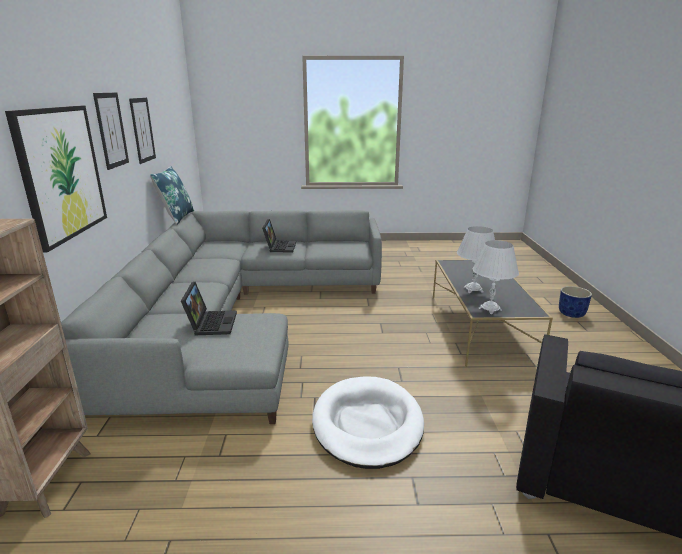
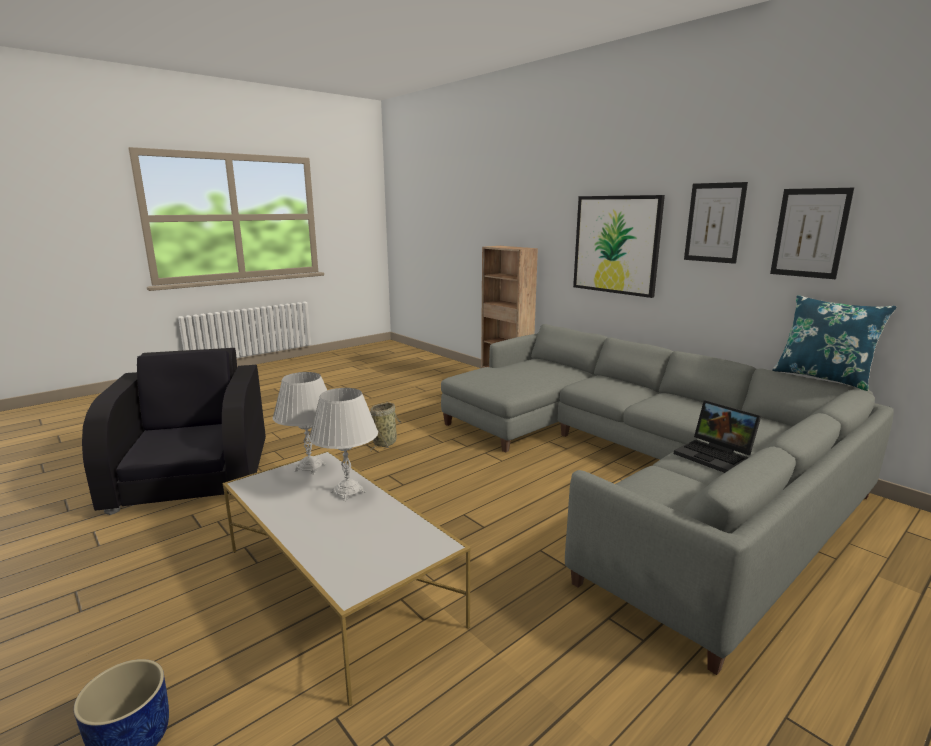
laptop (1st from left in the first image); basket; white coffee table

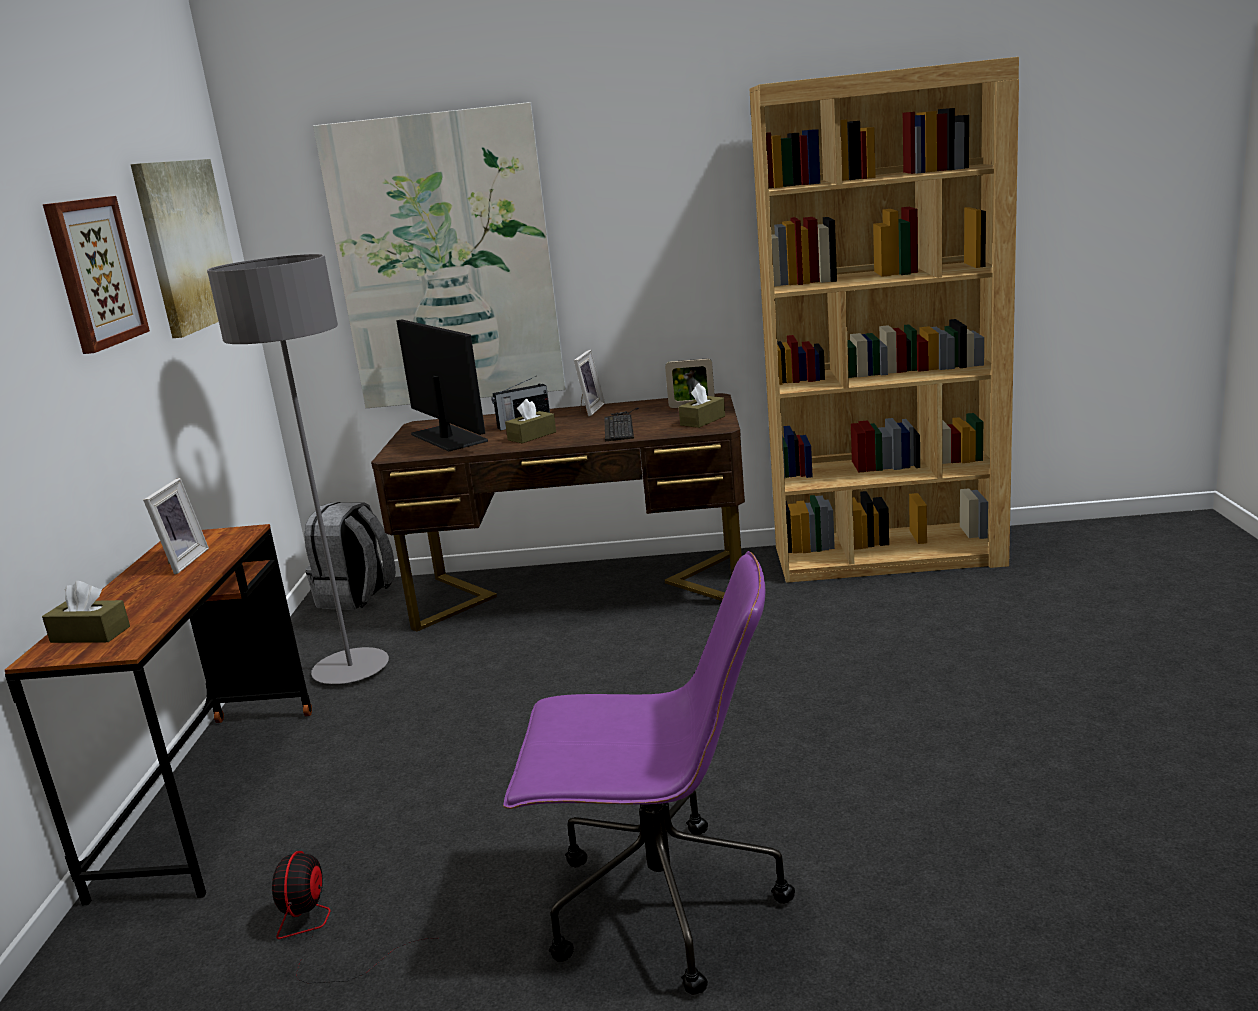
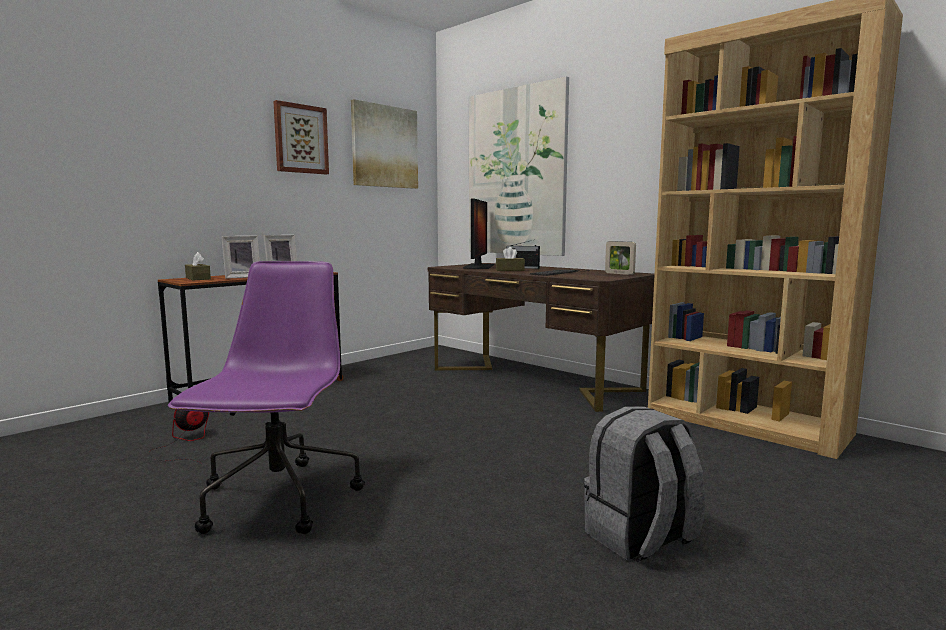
grey floor lamp; grey backpack; purple office chair; picture frame (1st from left); brown tissue box (3rd from left in the first image)

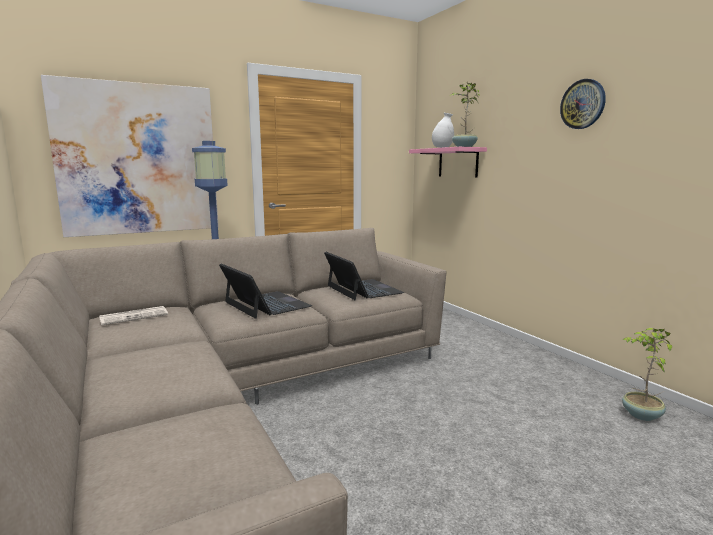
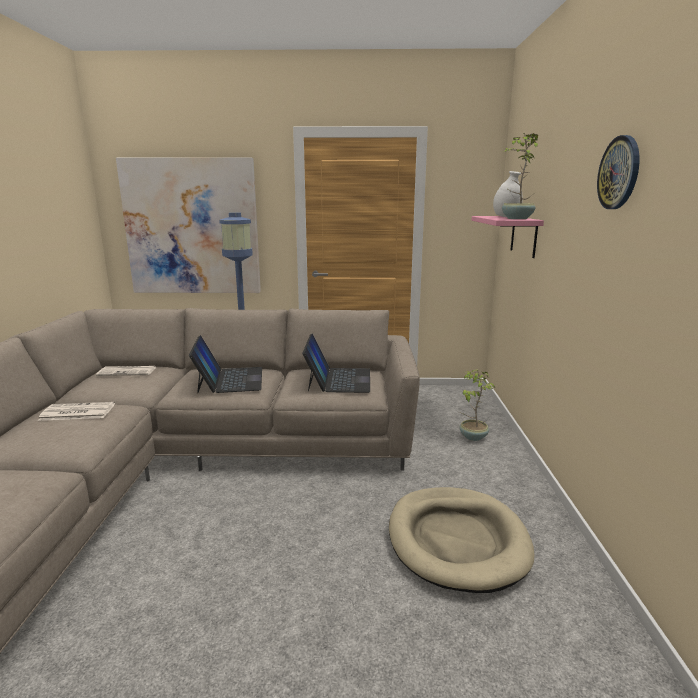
potted plant (1st from left); newspaper (1st from left); beige dog bed

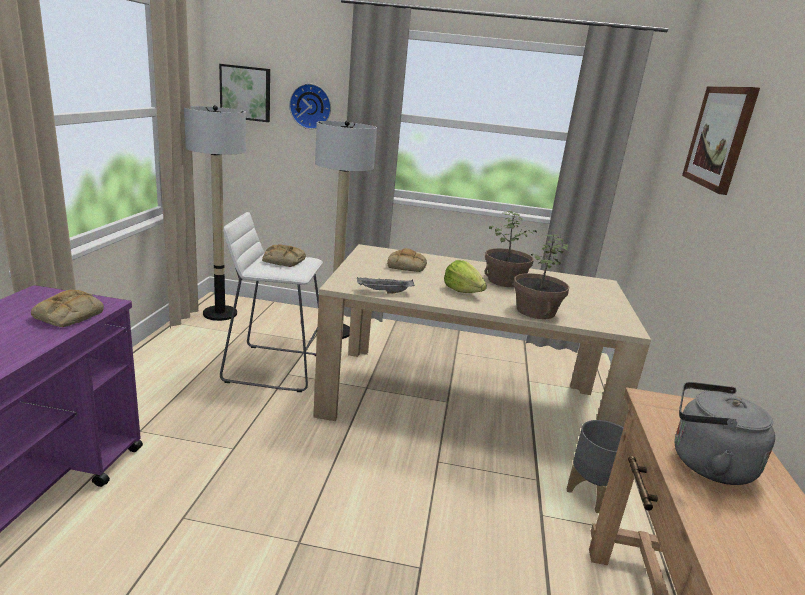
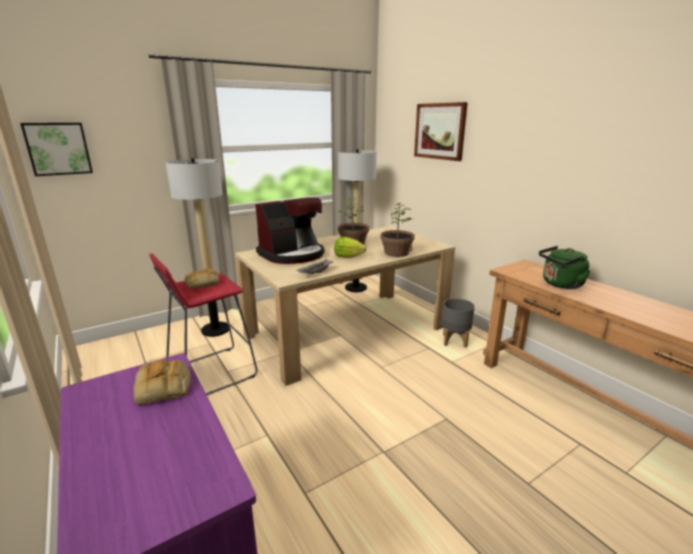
floor lamp (2nd from left); red stool; wall clock; coffee machine; green kettle

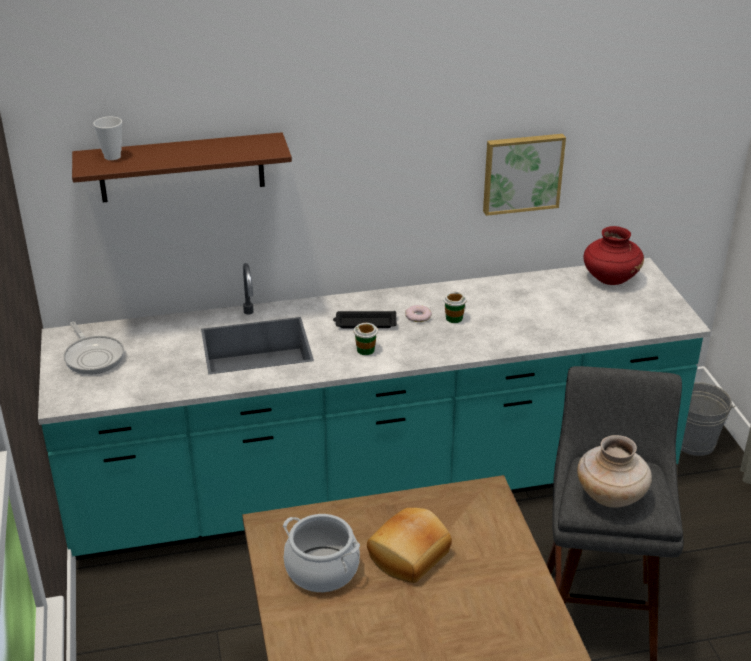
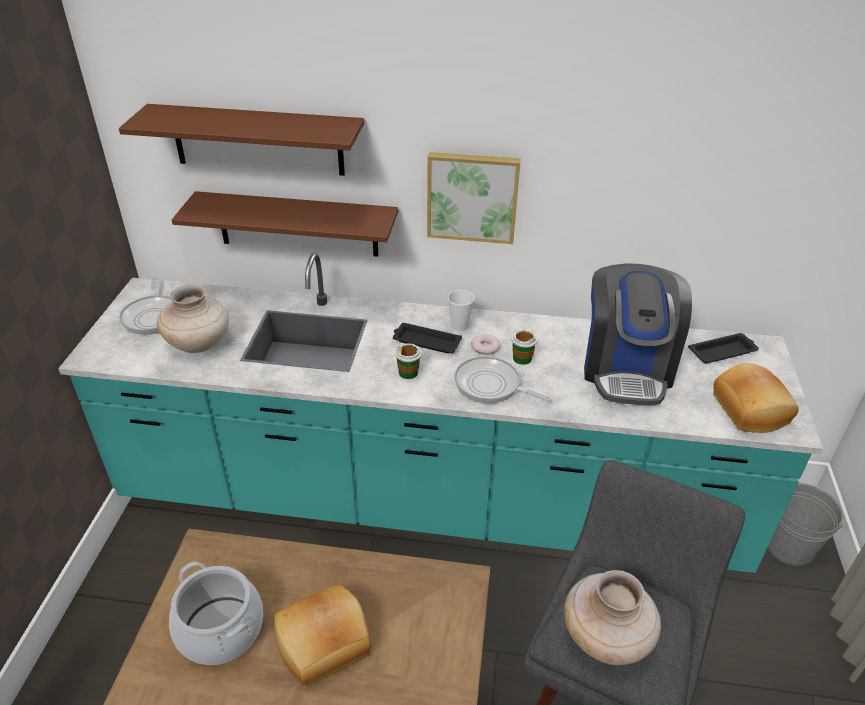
cup (2nd from left); picture; black tray (2nd from left); beige vase (1st from left); brown shelf (2nd from left); frying pan (2nd from left); coffee machine; bread (2nd from left)

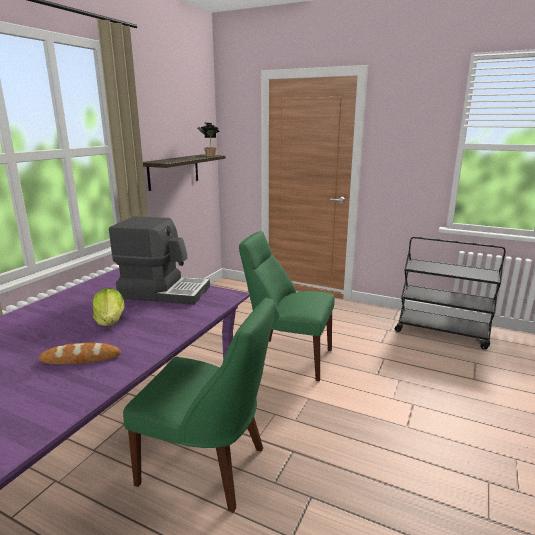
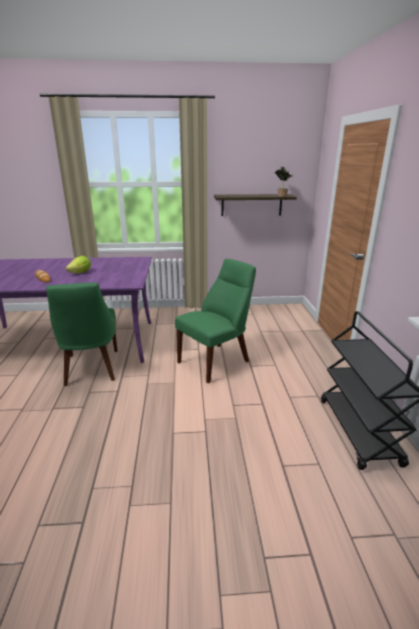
coffee machine; green chair (2nd from left)

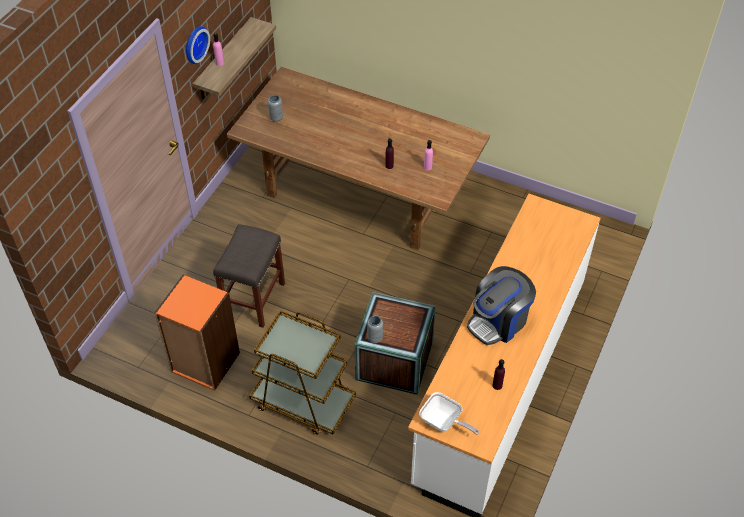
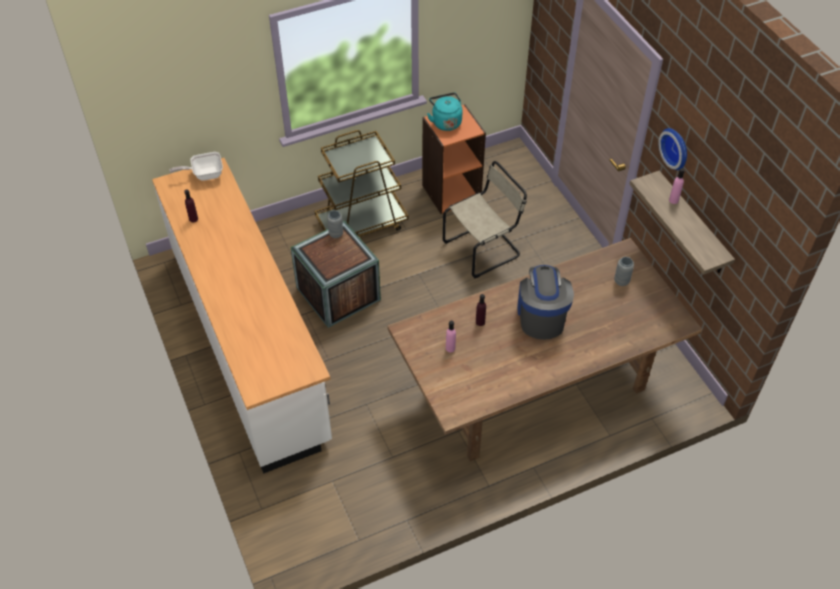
beige chair; coffee machine; turquoise kettle

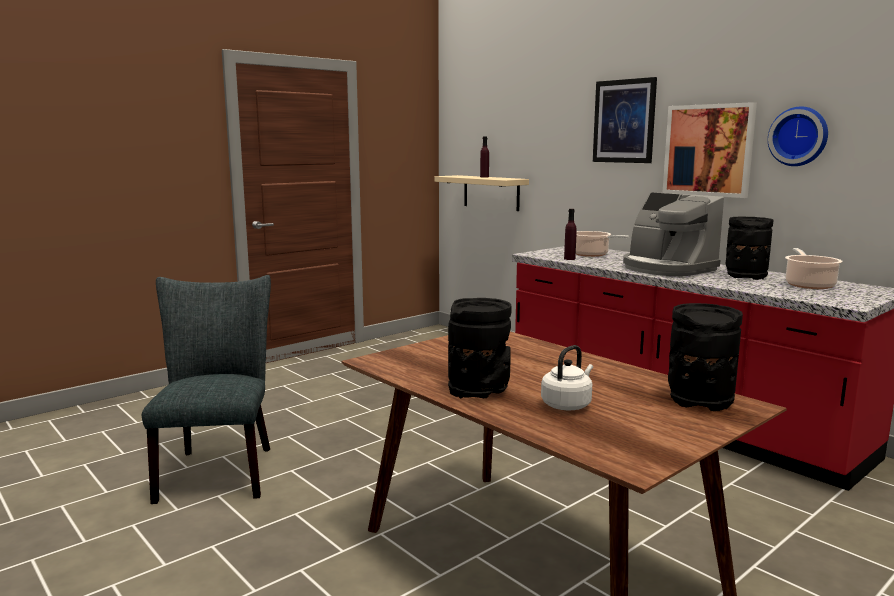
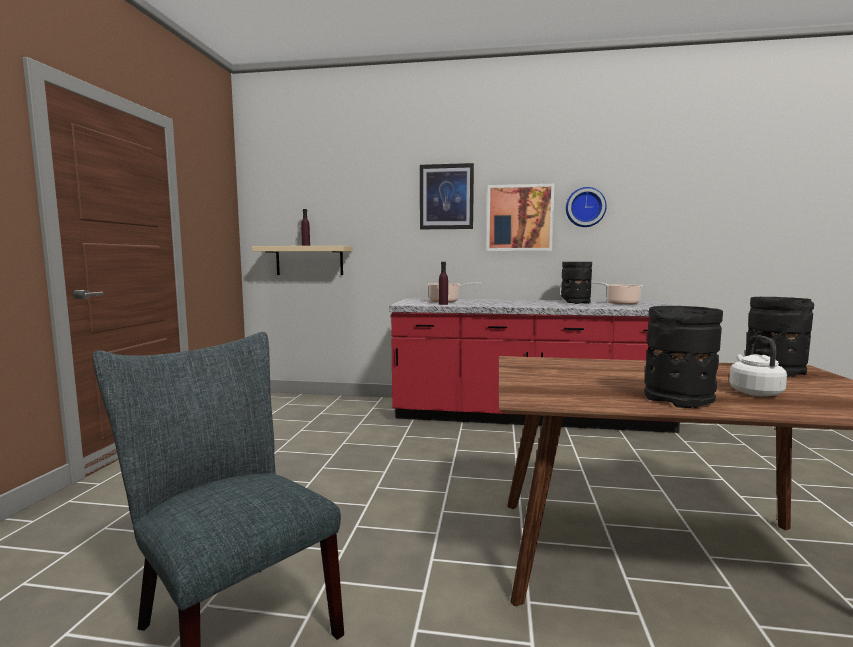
coffee machine

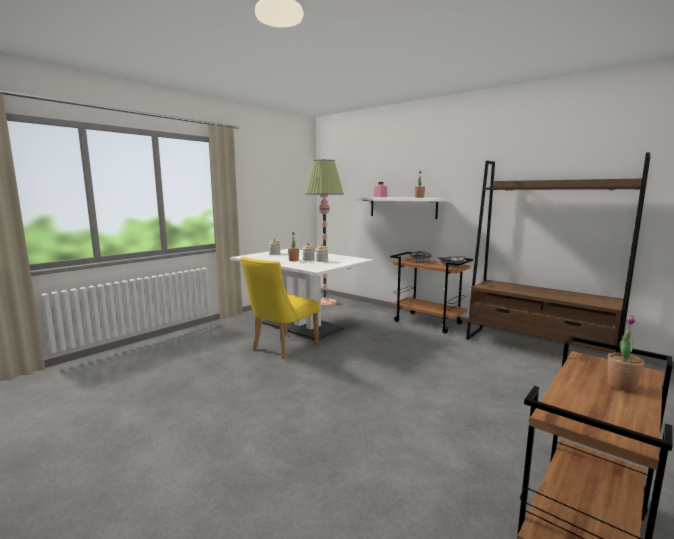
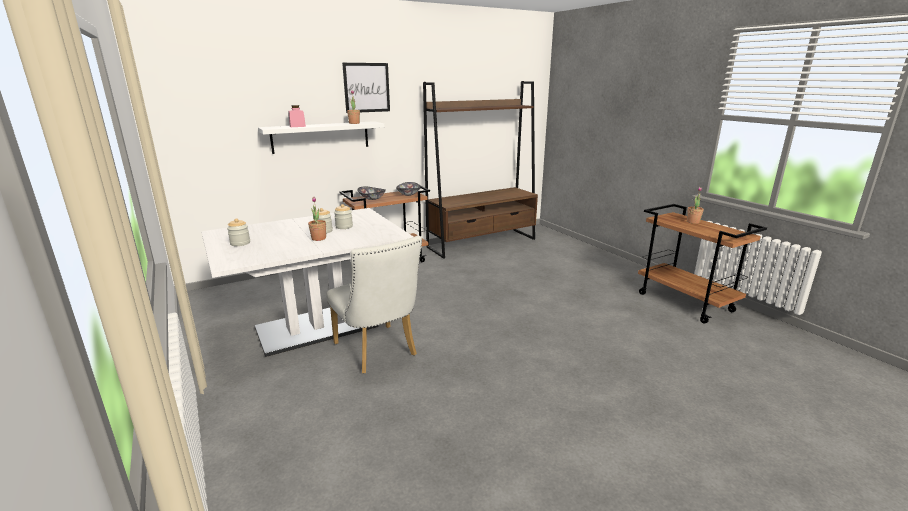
white chair; floor lamp; picture

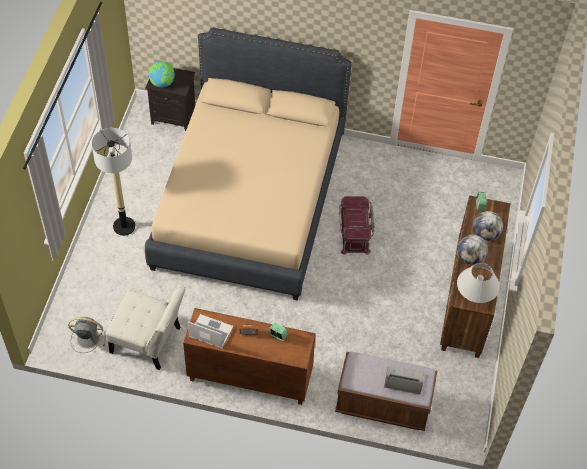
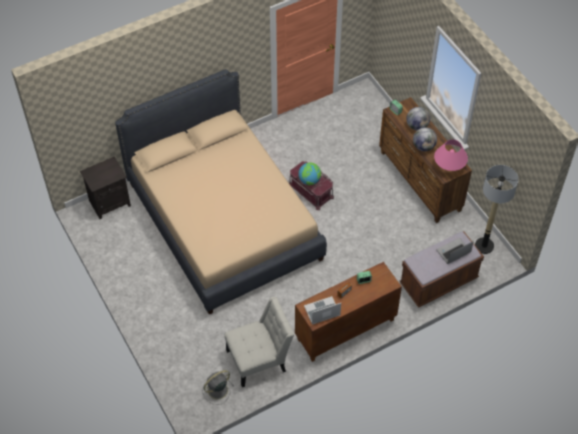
floor lamp; globe (1st from left); pink table lamp

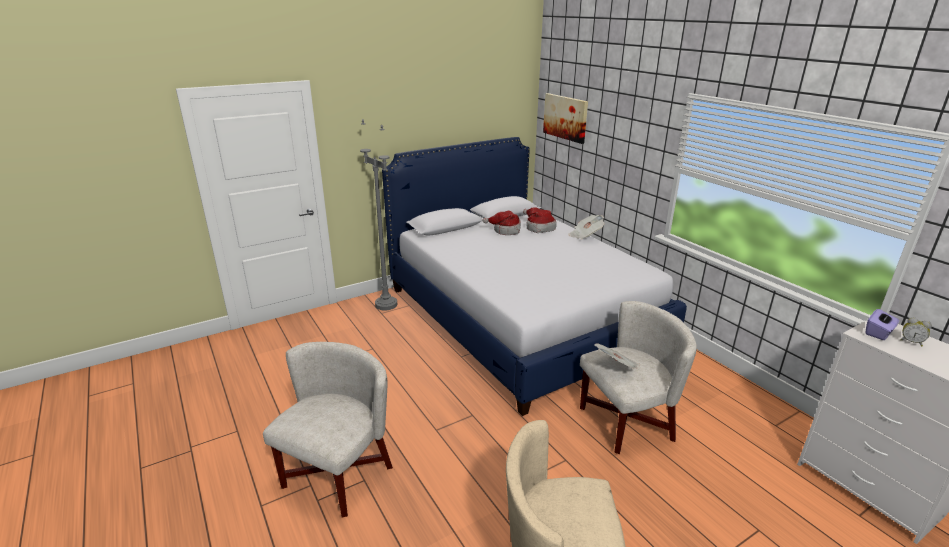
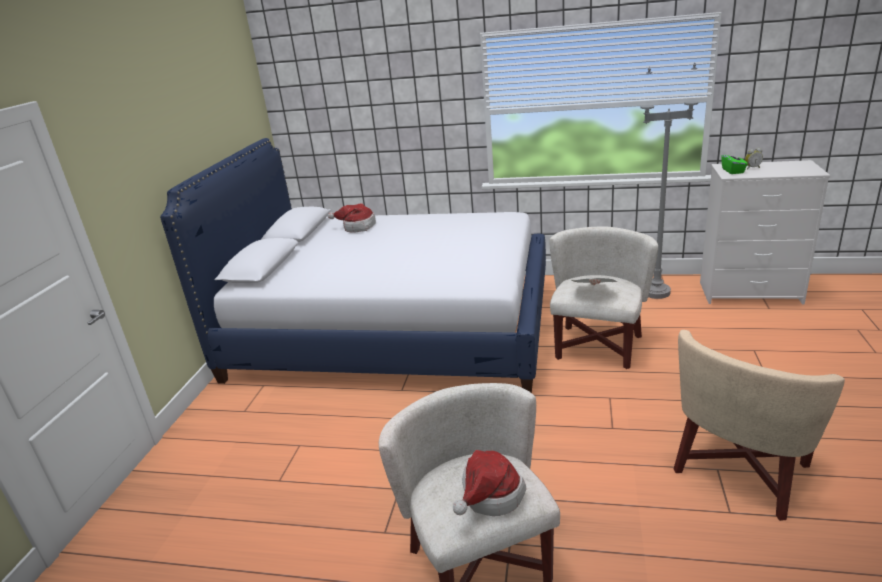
grey floor lamp; hat (2nd from left); picture; newspaper (1st from left in the first image); green tissue box

